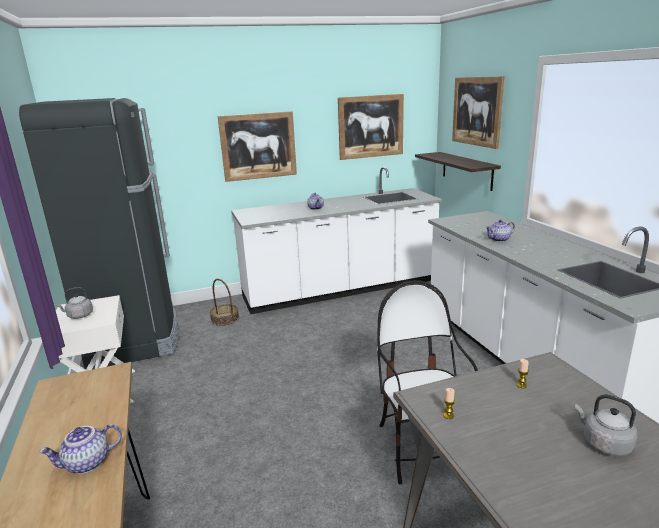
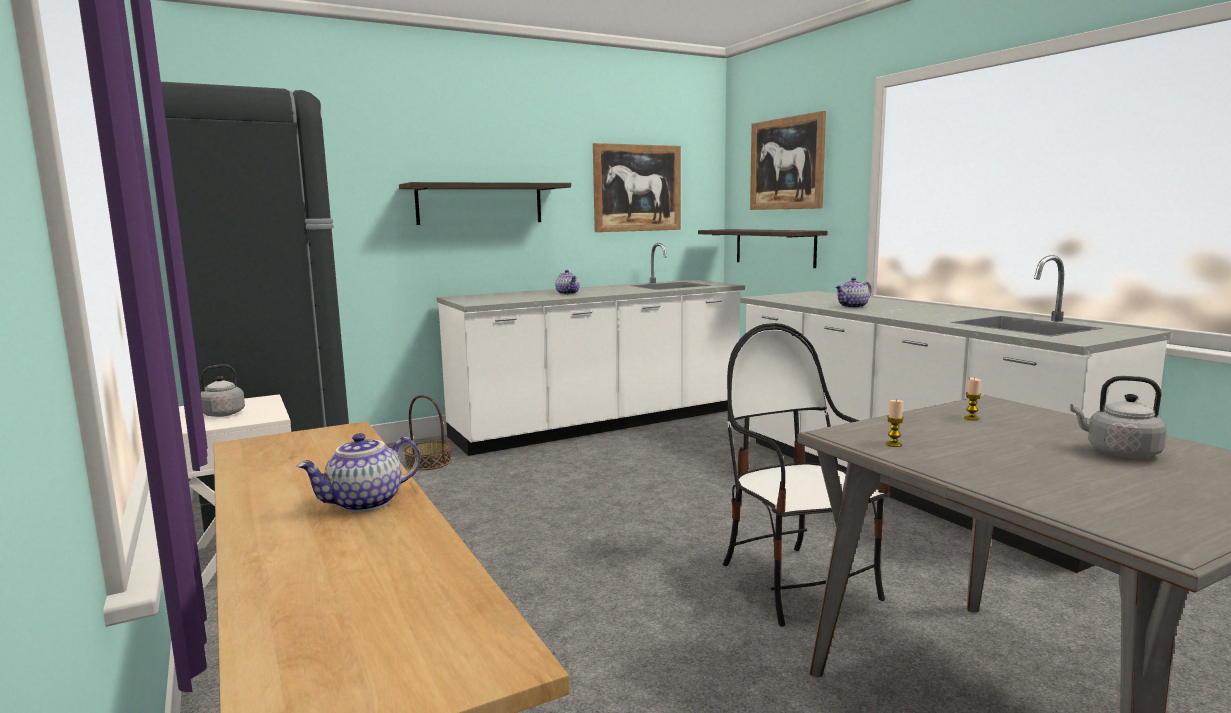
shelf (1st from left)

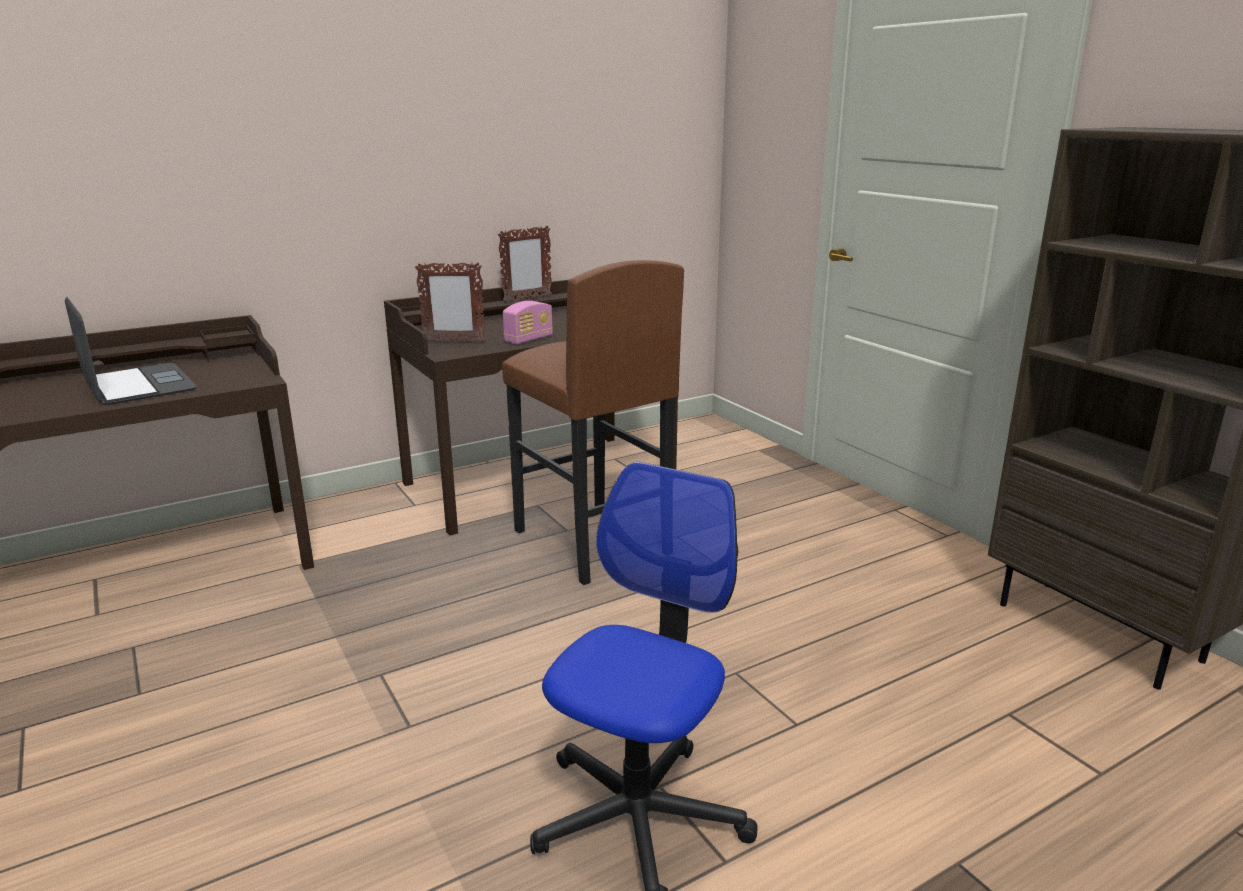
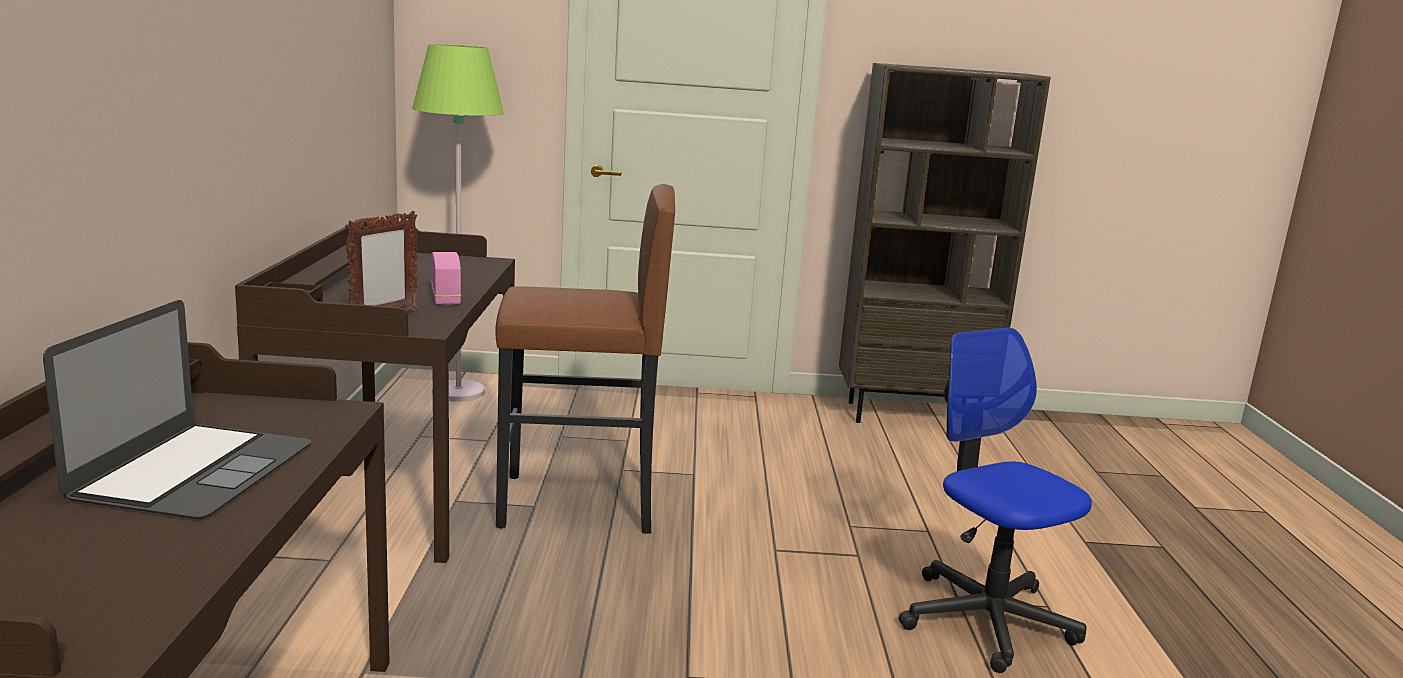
laptop; picture frame (2nd from left in the first image); green floor lamp

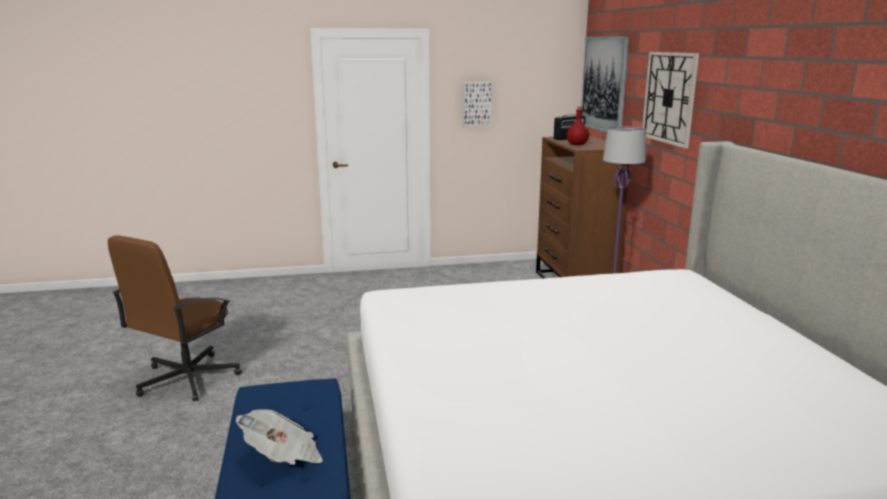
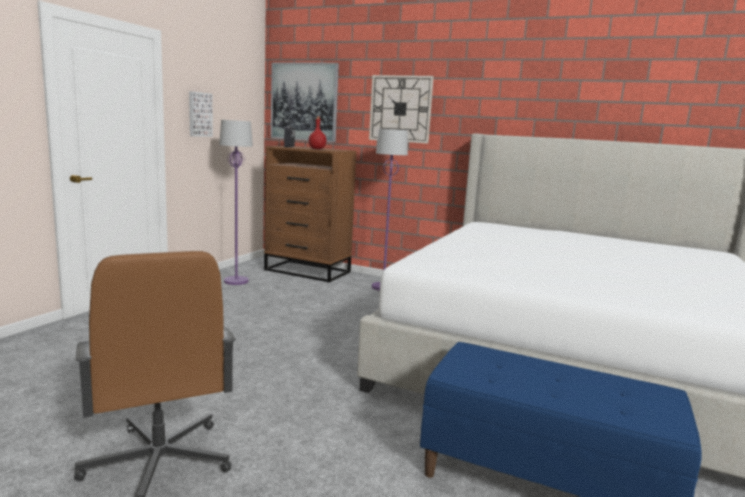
newspaper; purple floor lamp (1st from left)

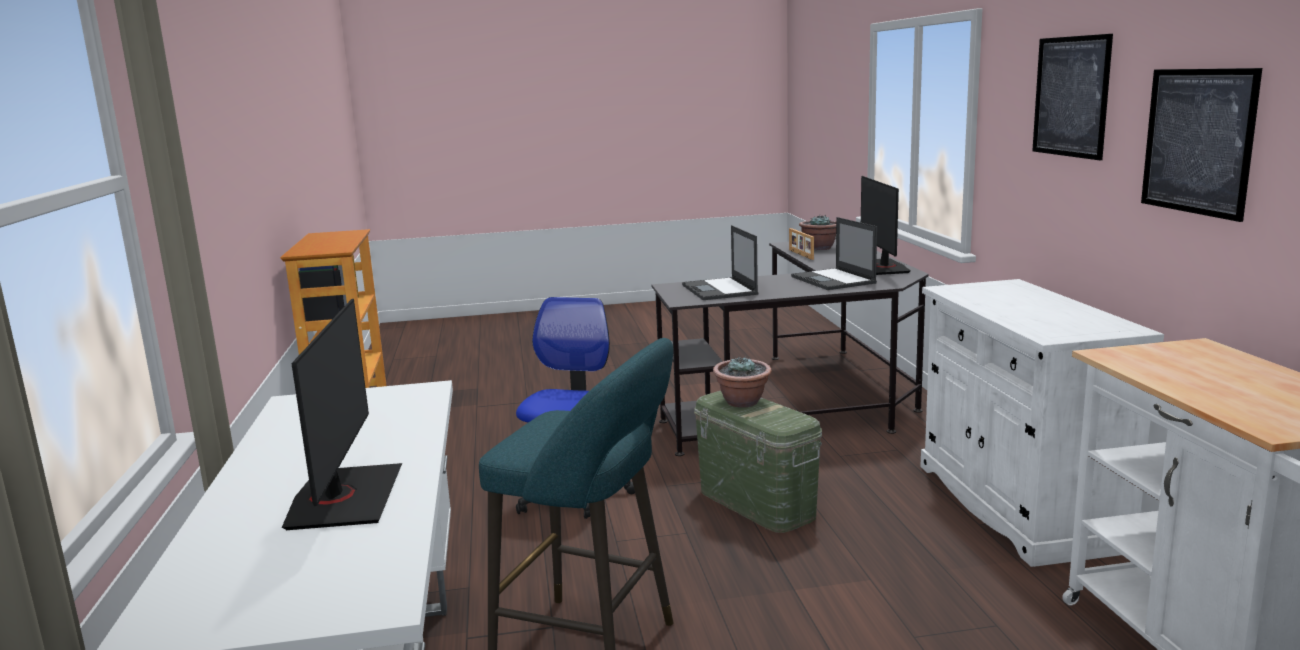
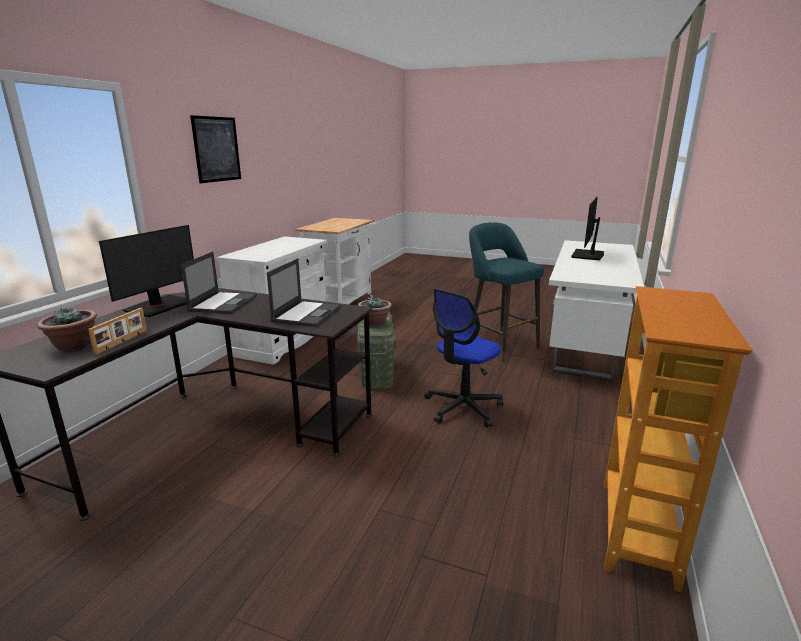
picture (2nd from left in the first image)

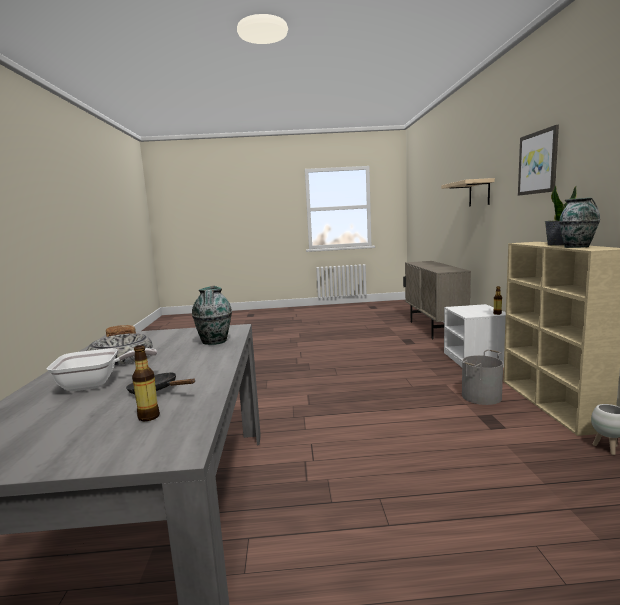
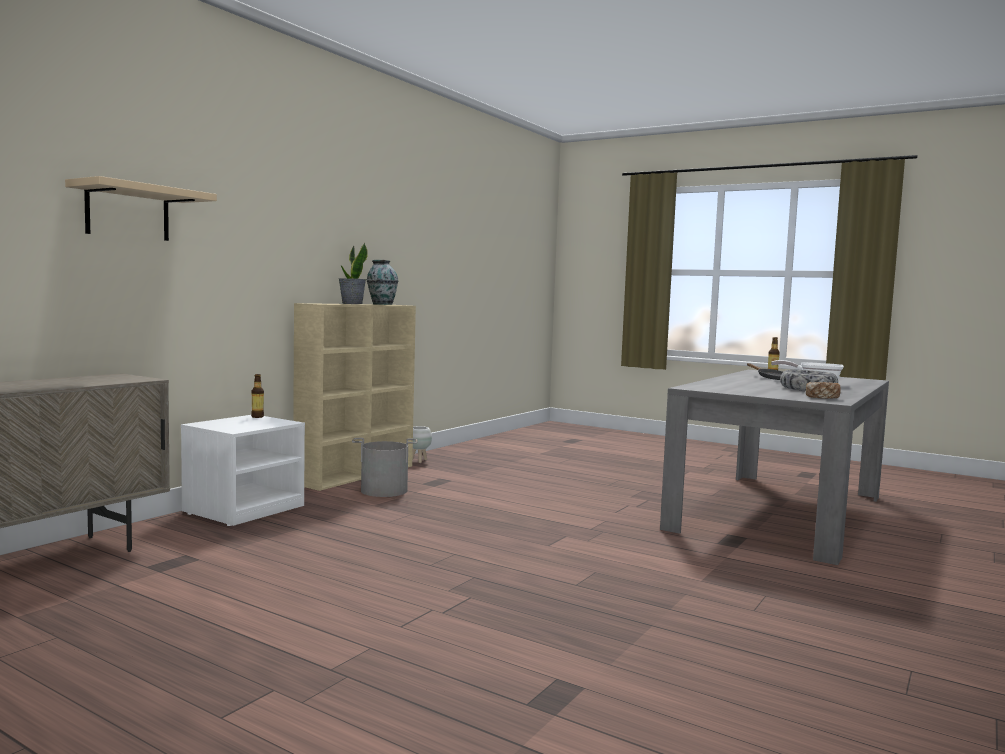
vase (1st from left in the first image); picture

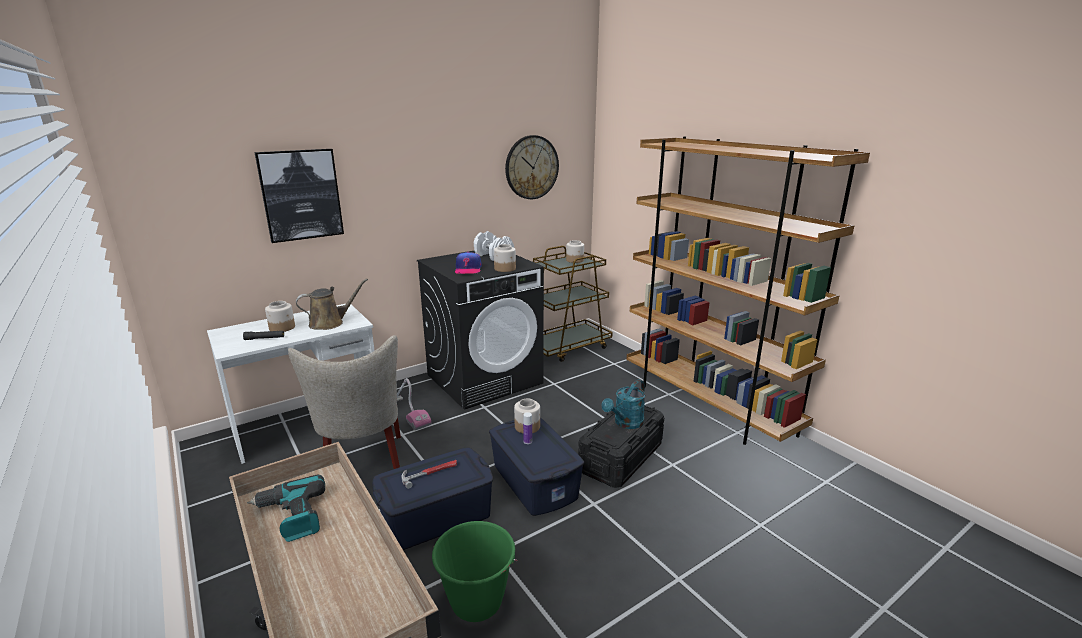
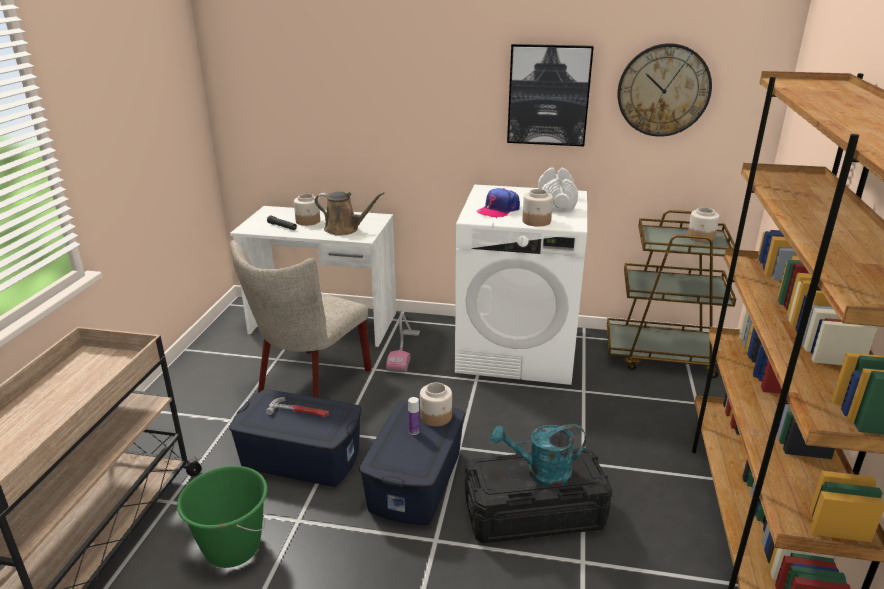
power drill; picture; white washing machine

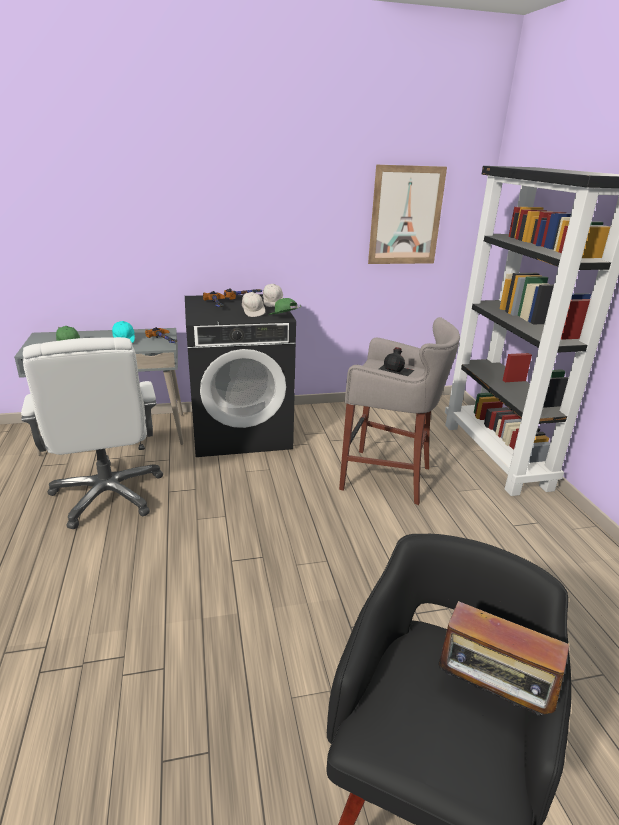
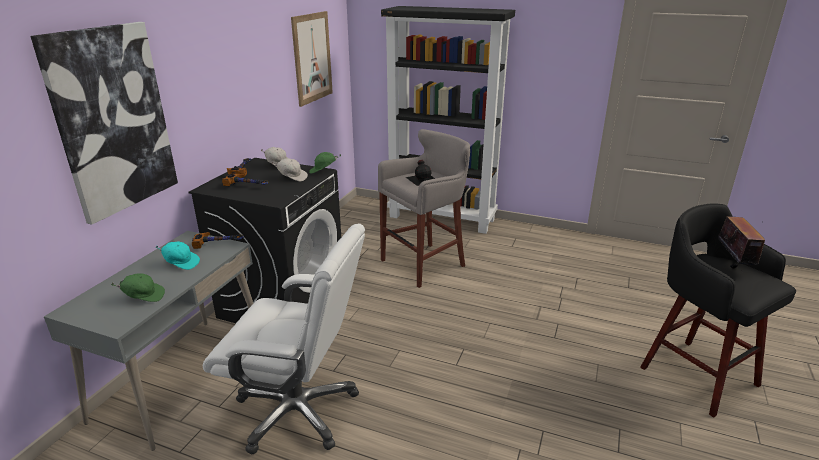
radio; picture (1st from left)

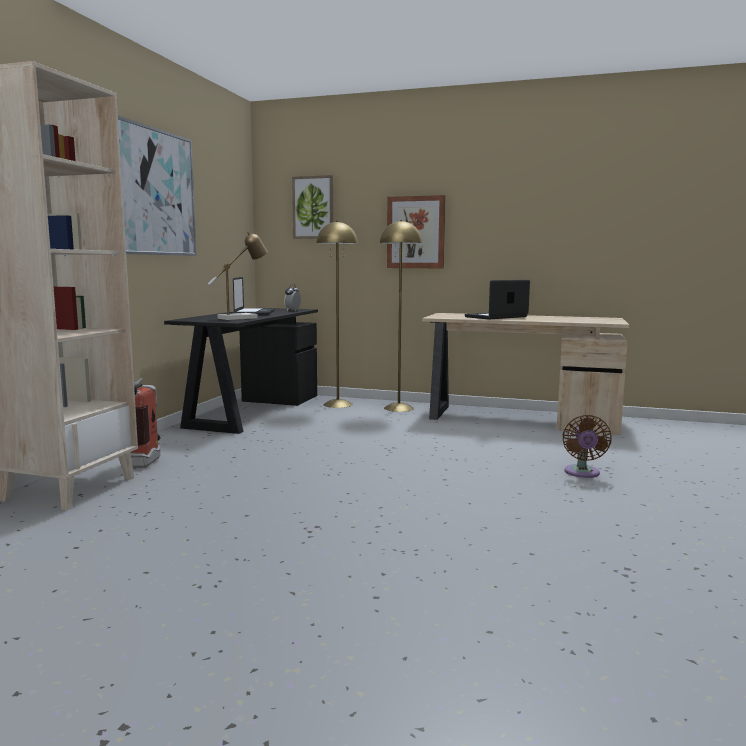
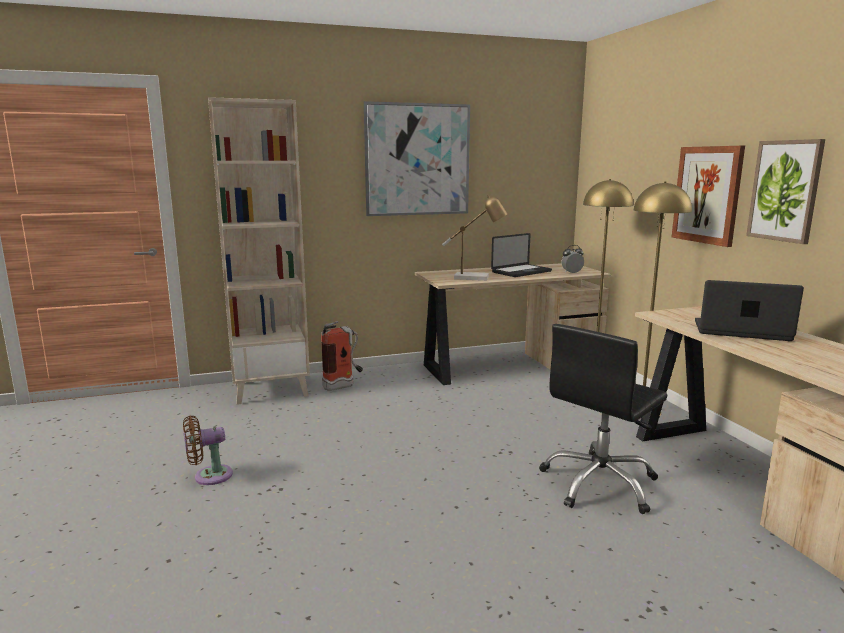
beige desk (1st from left); picture (3rd from left); brown fan; black office chair

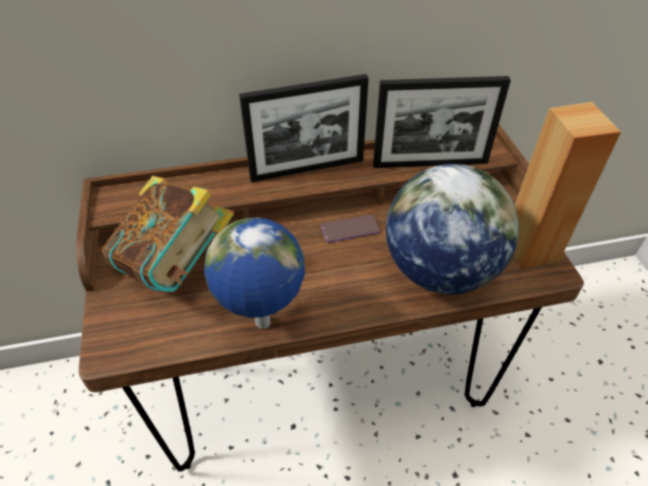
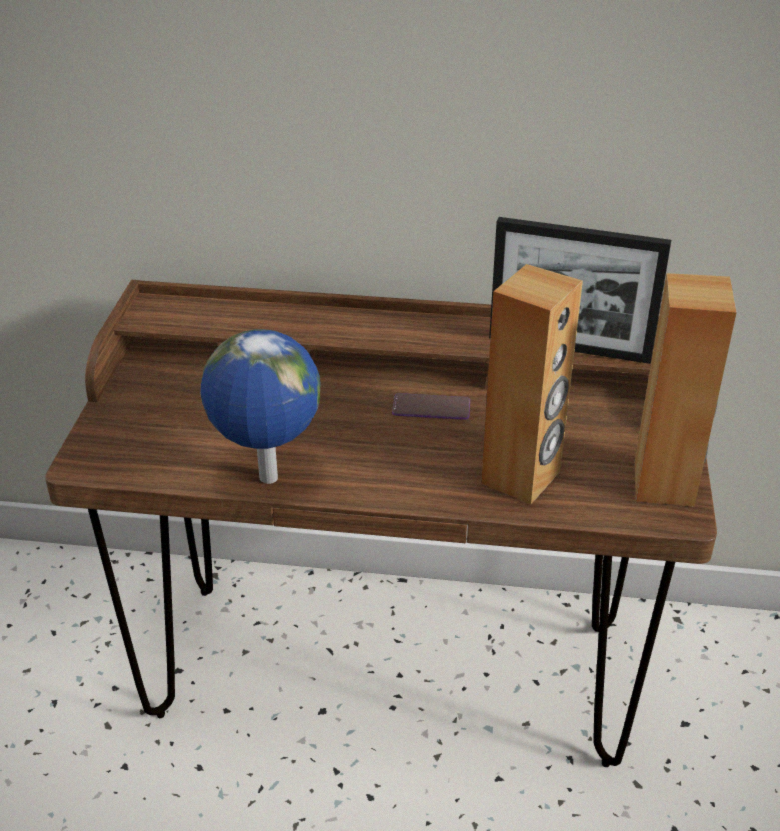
book; picture frame (1st from left in the first image); brown speaker (1st from left)

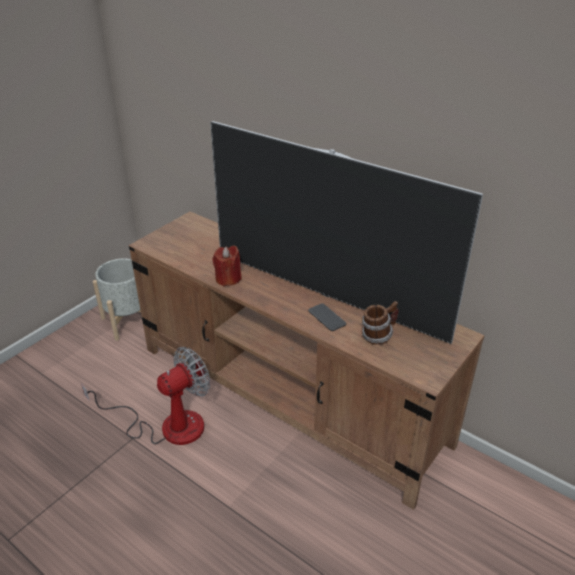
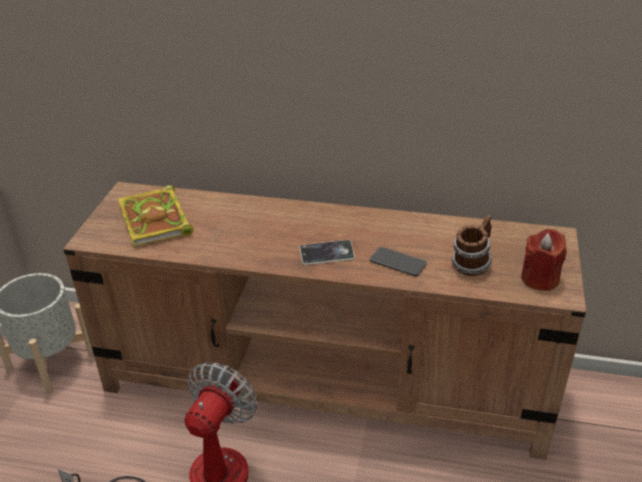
television; red candle; book; phone (1st from left)

